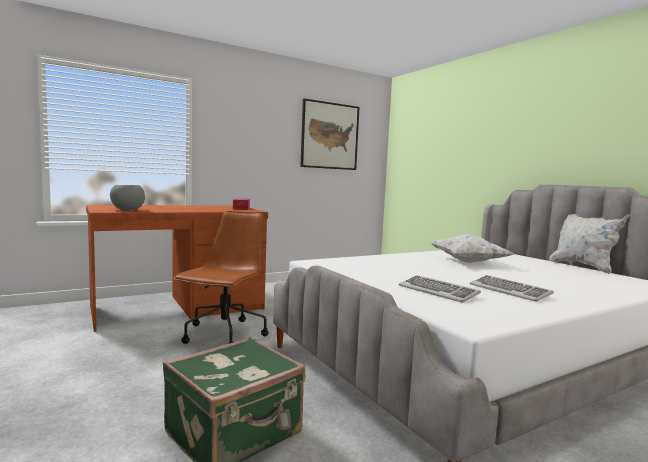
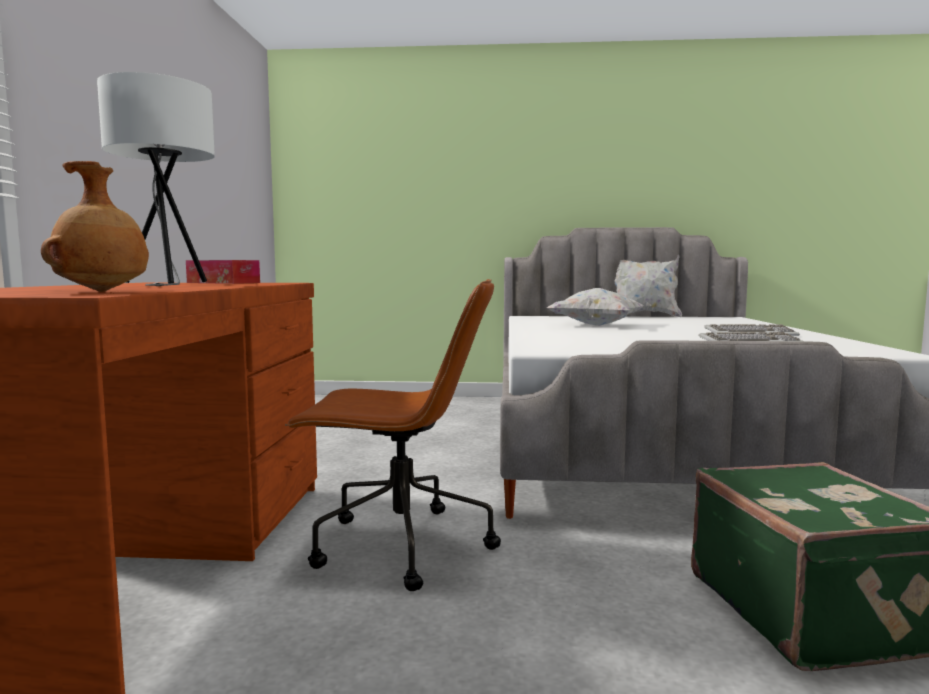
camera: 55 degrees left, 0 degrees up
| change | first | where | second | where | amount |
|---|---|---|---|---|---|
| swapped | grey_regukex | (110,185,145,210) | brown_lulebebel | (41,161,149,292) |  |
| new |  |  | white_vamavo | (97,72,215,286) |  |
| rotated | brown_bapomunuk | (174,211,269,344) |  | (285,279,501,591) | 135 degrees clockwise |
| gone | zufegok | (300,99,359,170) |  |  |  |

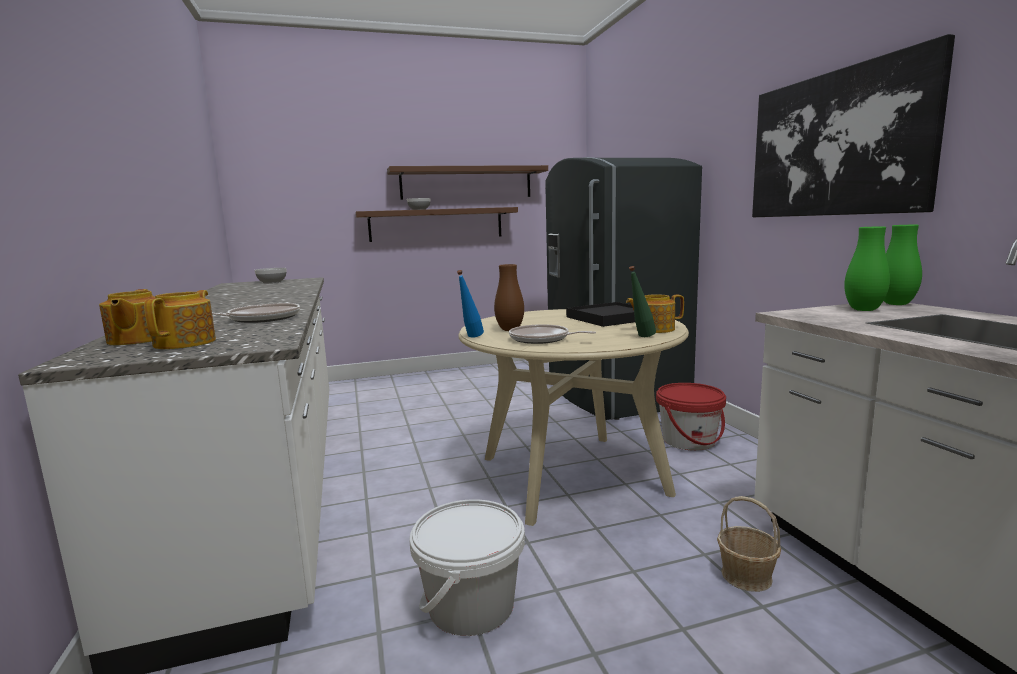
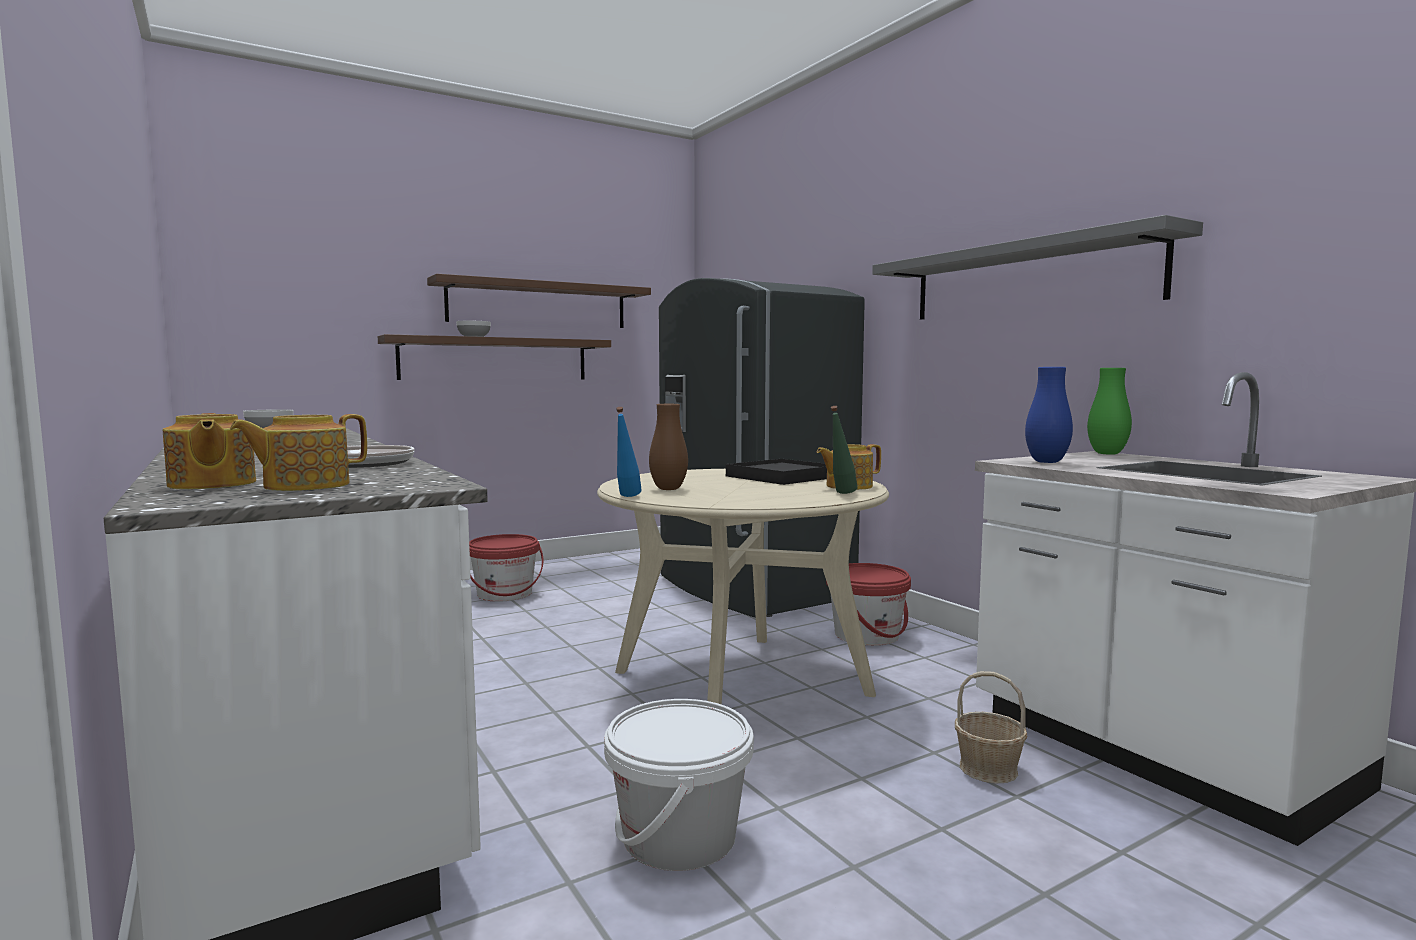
camera: 15 degrees left, 5 degrees down
| change | first | where | second | where | amount |
|---|---|---|---|---|---|
| rotated | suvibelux | (144,290,216,349) |  | (230,414,367,491) | 120 degrees counterclockwise |
| new |  |  | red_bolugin | (469,534,543,602) |  |
| swapped | zufegok | (752,34,955,217) | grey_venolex | (872,215,1203,320) |  |
| new |  |  | blue_lulebebel | (1025,367,1073,463) |  |
| gone | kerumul | (509,324,596,344) |  |  |  |
| gone | green_lulebebel | (844,226,890,311) |  |  |  |

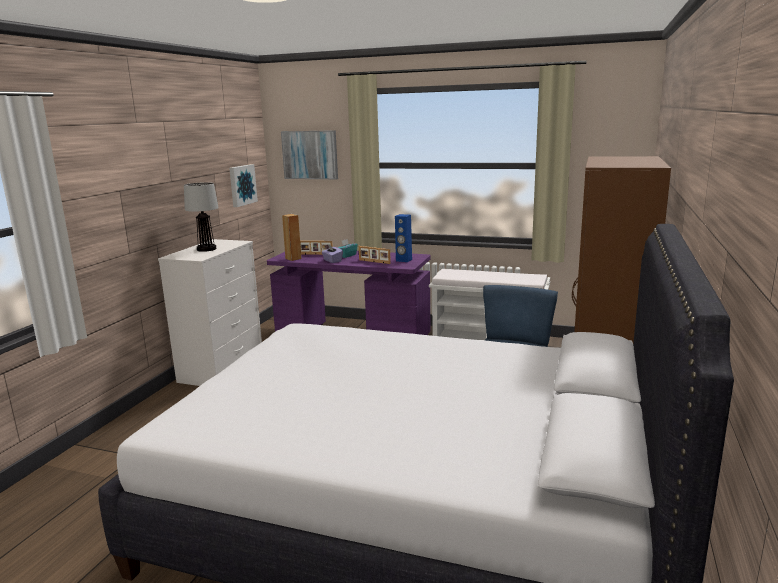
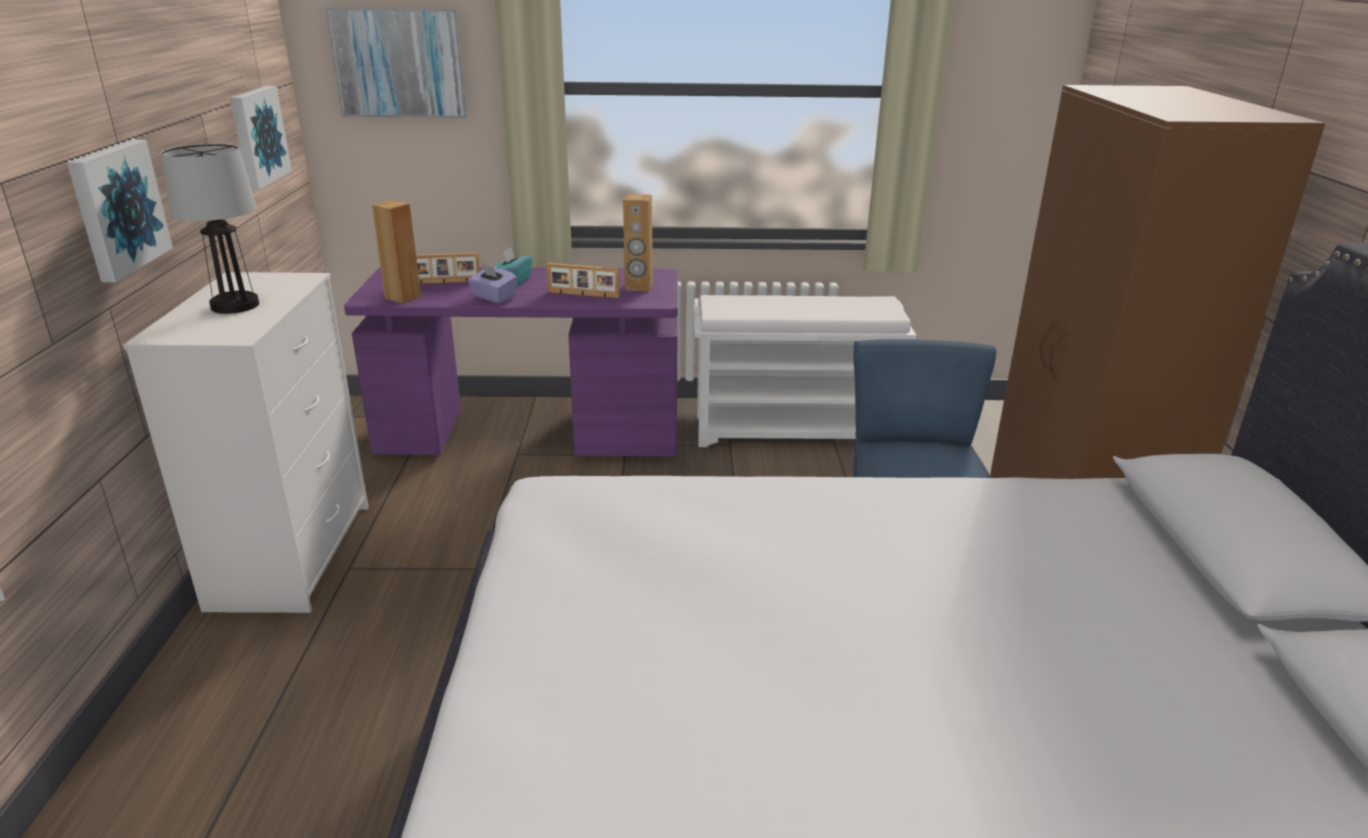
camera: 20 degrees left, 10 degrees up
| change | first | where | second | where | amount |
|---|---|---|---|---|---|
| new |  |  | zufegok | (67,140,173,282) |  |
| repainted | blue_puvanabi | (395,214,412,262) | brown_puvanabi | (623,194,653,291) |  |

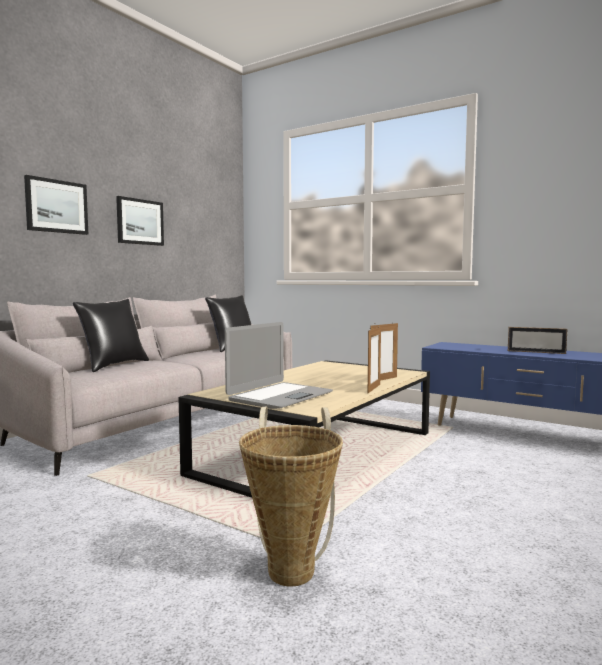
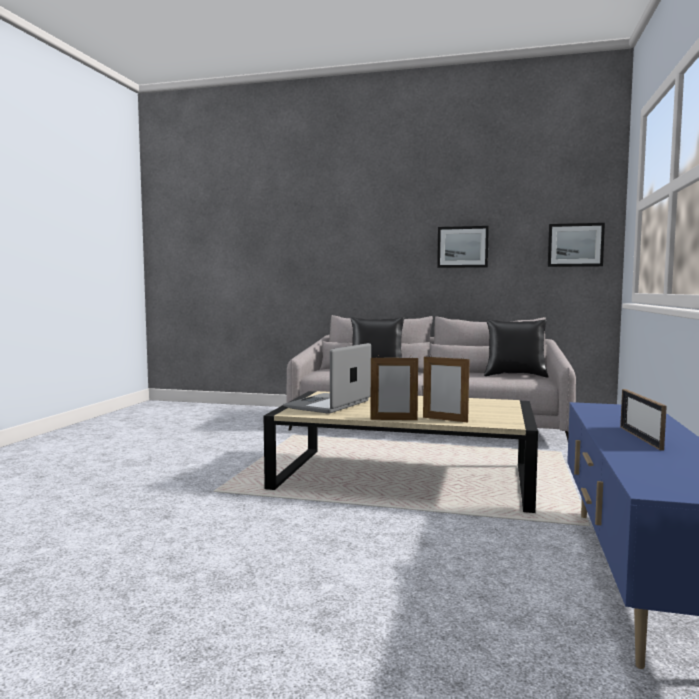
camera: 70 degrees right, 0 degrees up
| change | first | where | second | where | amount |
|---|---|---|---|---|---|
| rotated | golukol | (225,322,333,409) |  | (283,343,371,414) | 105 degrees clockwise |
| shifted | zufegok | (24,175,88,235) |  | (548,223,605,267) |  |
| gone | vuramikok | (239,407,343,586) |  |  |  |

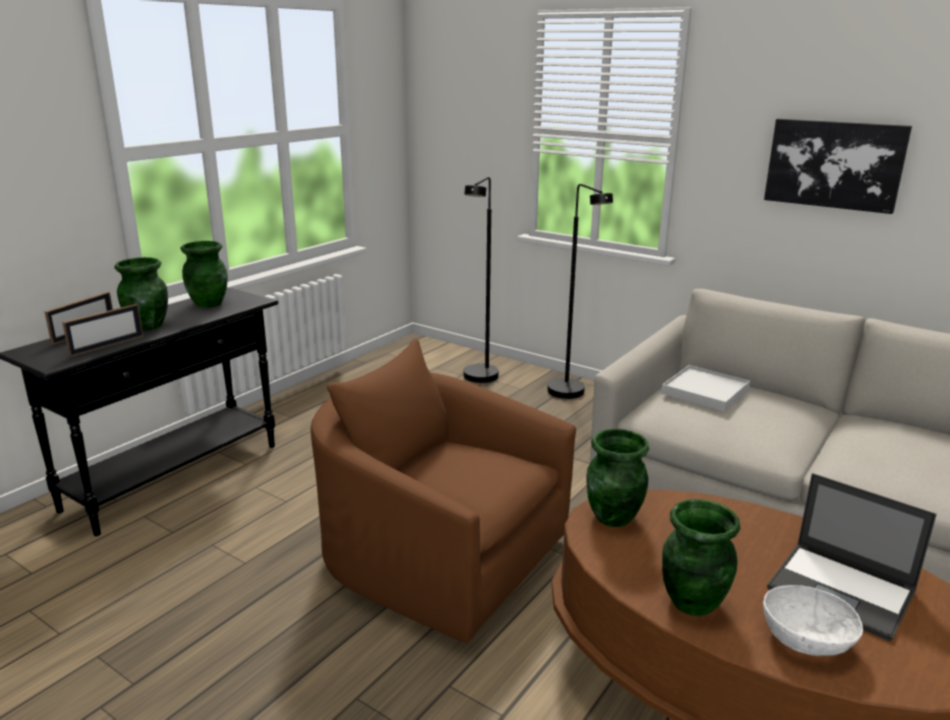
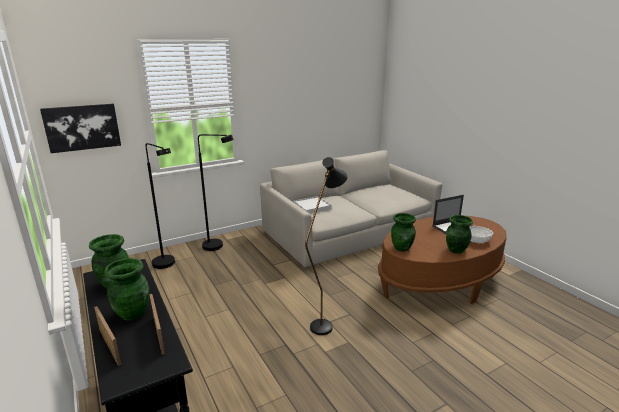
camera: 65 degrees left, 0 degrees up
| change | first | where | second | where | amount |
|---|---|---|---|---|---|
| shifted | zufegok | (764,119,912,214) |  | (40,104,121,153) |  |
| swapped | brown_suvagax | (311,339,576,643) | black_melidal | (305,157,348,335) |  |

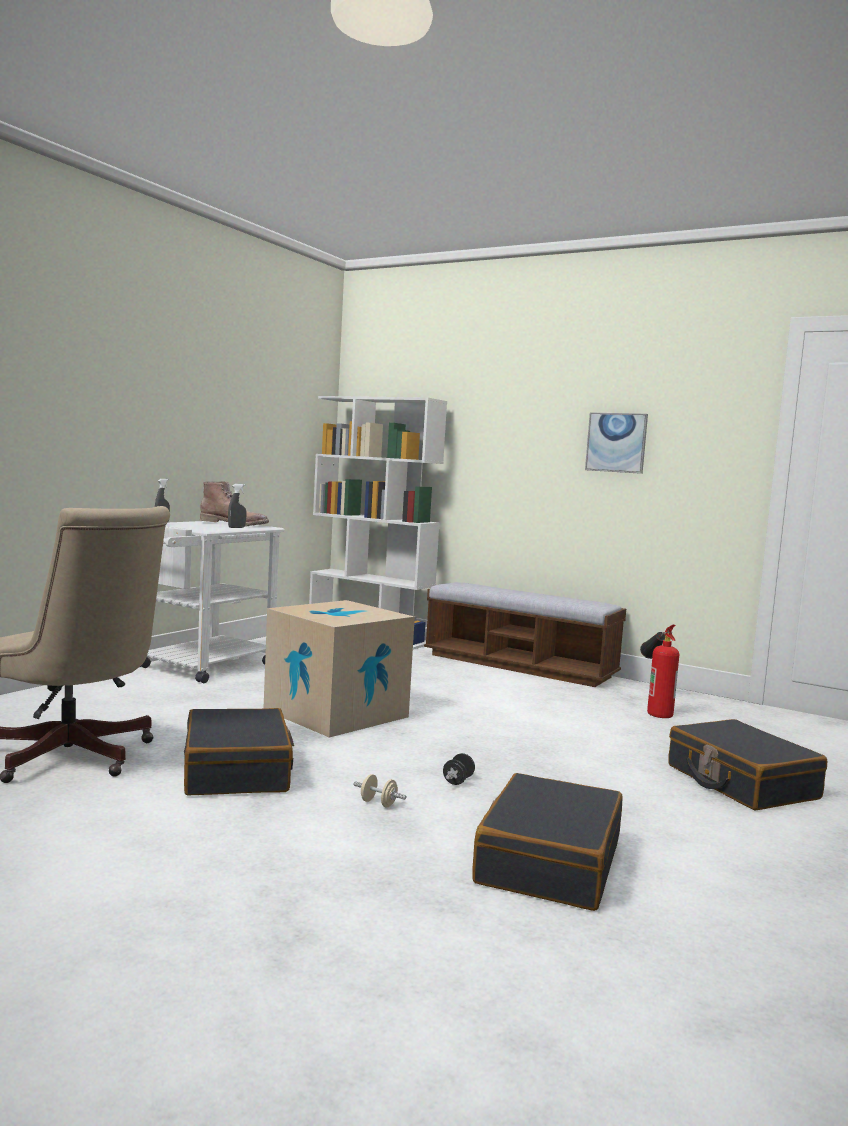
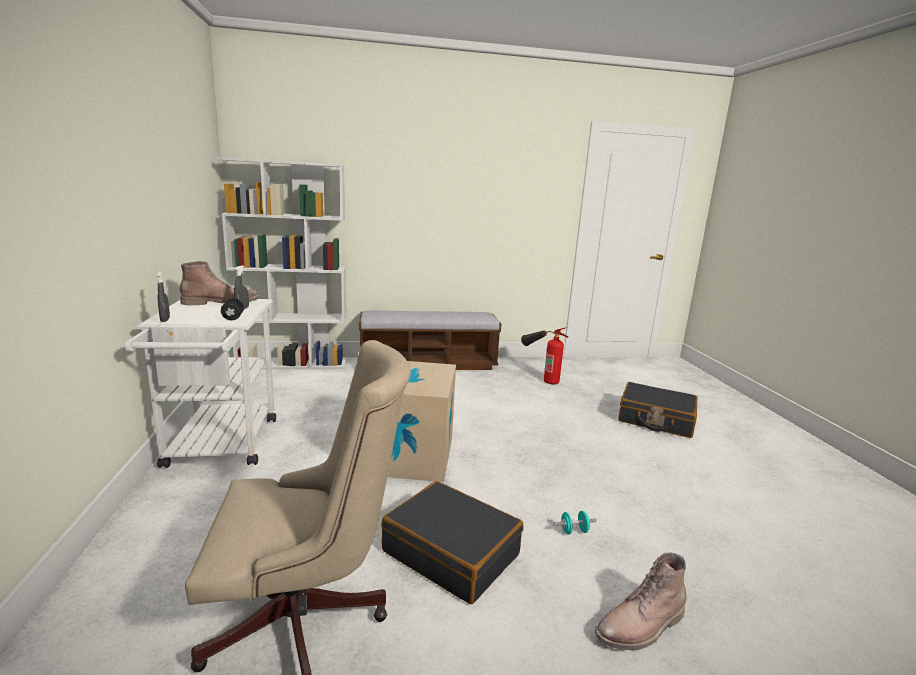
camera: 40 degrees left, 10 degrees up
| change | first | where | second | where | amount |
|---|---|---|---|---|---|
| shifted | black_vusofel | (443,753,475,785) |  | (221,298,244,320) |  |
| repainted | beige_vusofel | (353,774,406,807) | turquoise_vusofel | (553,511,597,535) |  |
| new |  |  | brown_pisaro | (595,553,687,650) |  |
| gone | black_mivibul | (472,773,622,911) |  |  |  |
| gone | zufegok | (585,412,648,474) |  |  |  |

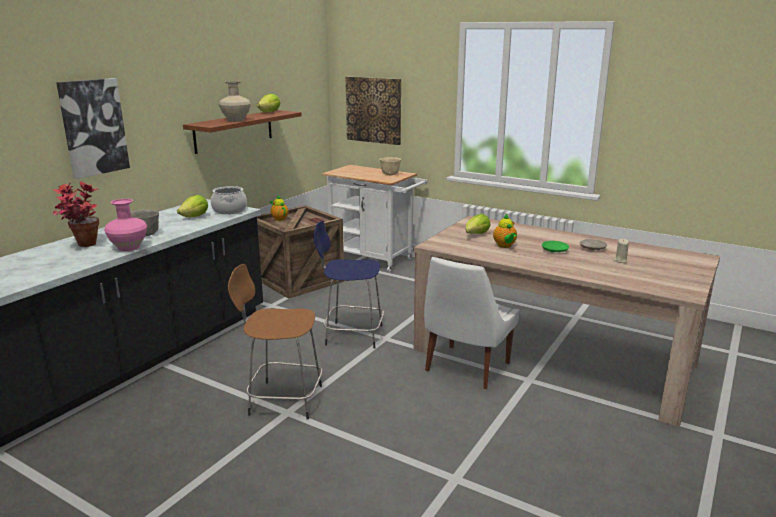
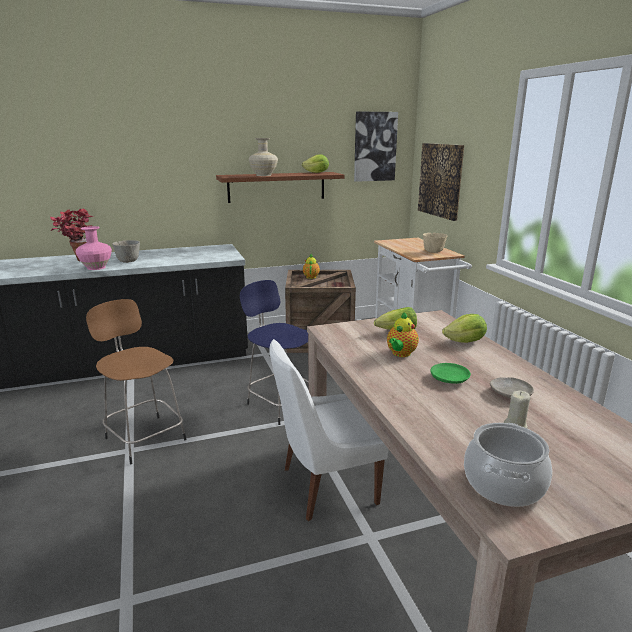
camera: 40 degrees right, 0 degrees up
| change | first | where | second | where | amount |
|---|---|---|---|---|---|
| shifted | zufegok | (56,78,130,179) |  | (354,112,398,182) |  |
| shifted | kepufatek | (177,195,208,217) |  | (442,314,487,343) |  |
| shifted | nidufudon | (211,186,247,214) |  | (464,423,552,507) |  |

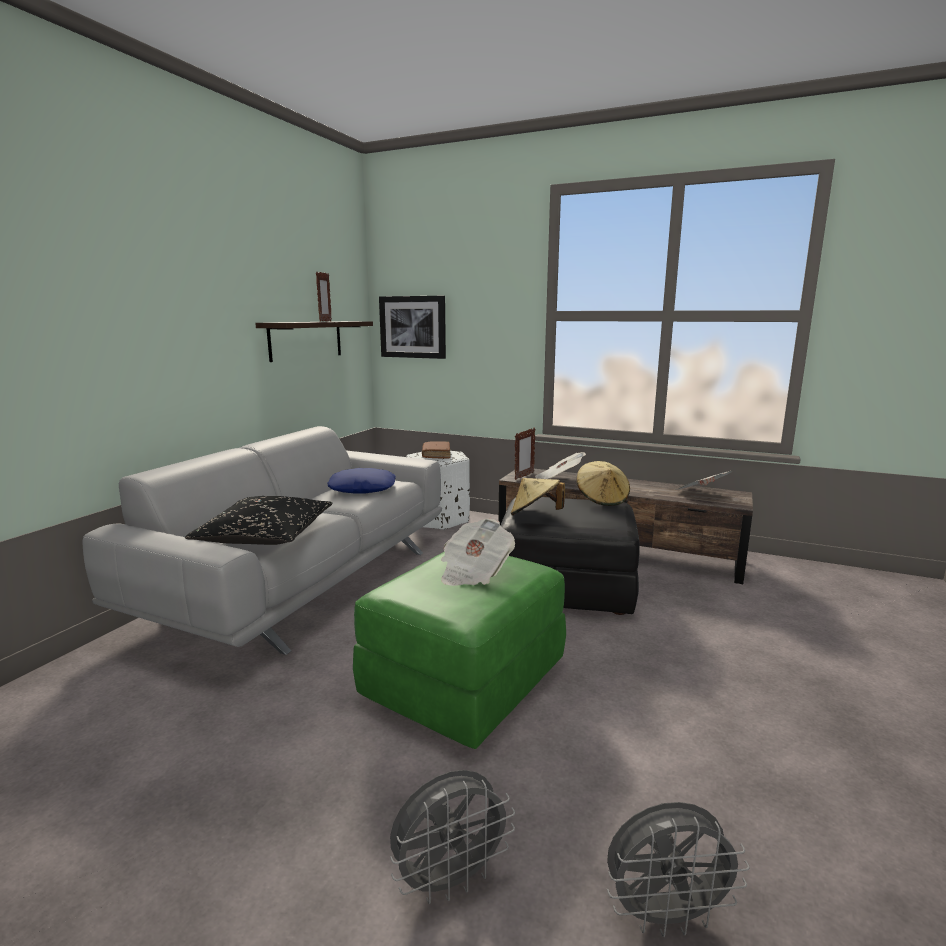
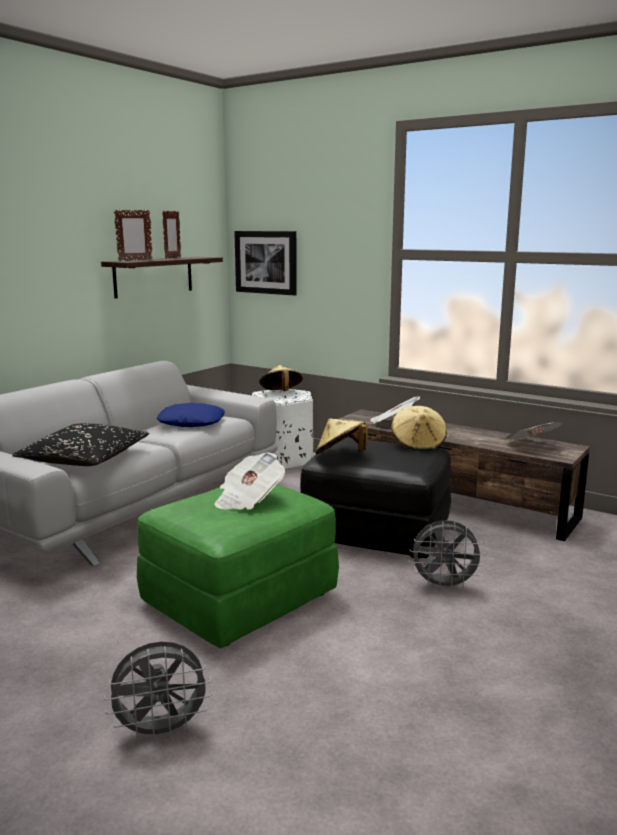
camera: 10 degrees right, 0 degrees up
| change | first | where | second | where | amount |
|---|---|---|---|---|---|
| shifted | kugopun | (515,428,536,480) |  | (114,210,152,261) |  |
| swapped | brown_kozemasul | (422,441,451,459) | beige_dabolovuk | (259,365,303,391) |  |
| shifted | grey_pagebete | (607,802,750,937) |  | (409,520,485,591) |  |

